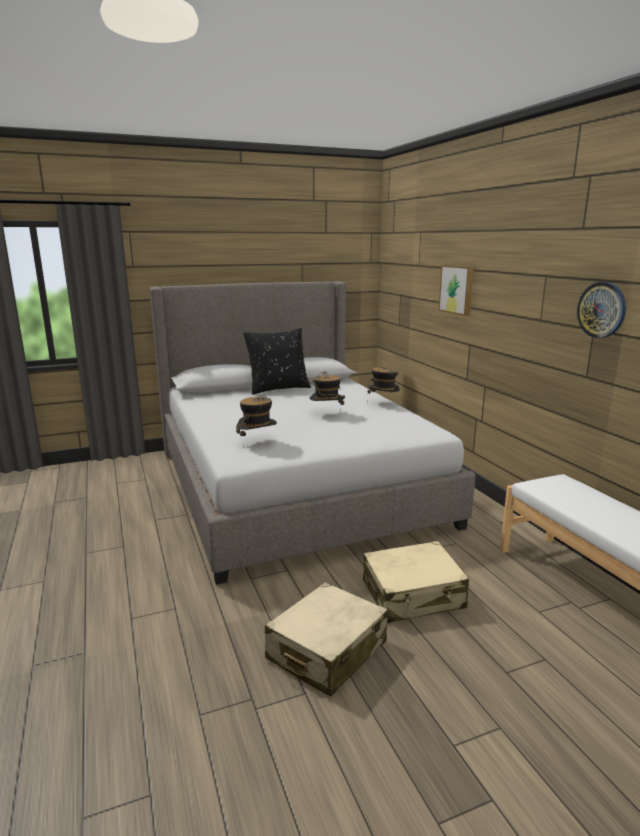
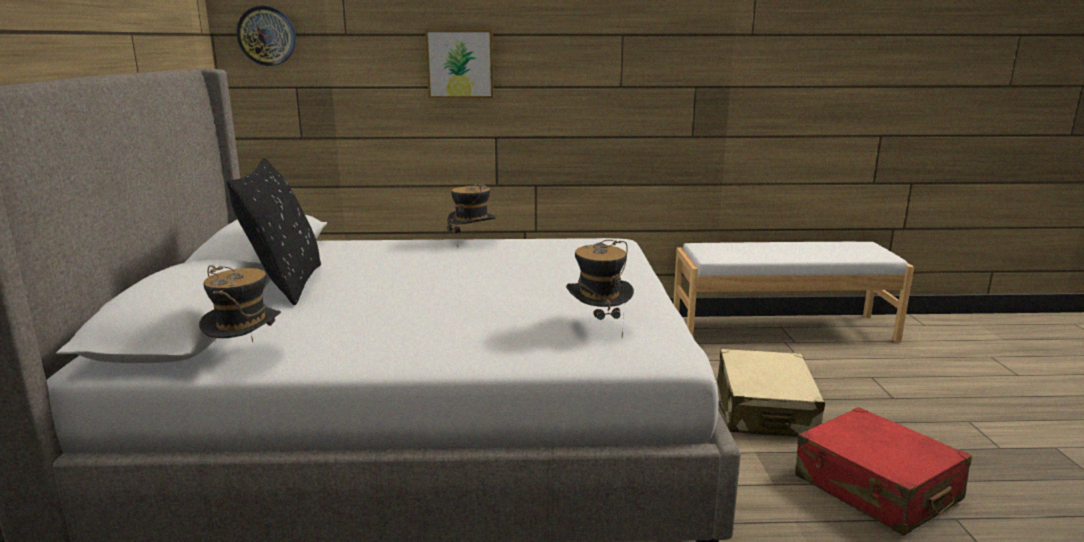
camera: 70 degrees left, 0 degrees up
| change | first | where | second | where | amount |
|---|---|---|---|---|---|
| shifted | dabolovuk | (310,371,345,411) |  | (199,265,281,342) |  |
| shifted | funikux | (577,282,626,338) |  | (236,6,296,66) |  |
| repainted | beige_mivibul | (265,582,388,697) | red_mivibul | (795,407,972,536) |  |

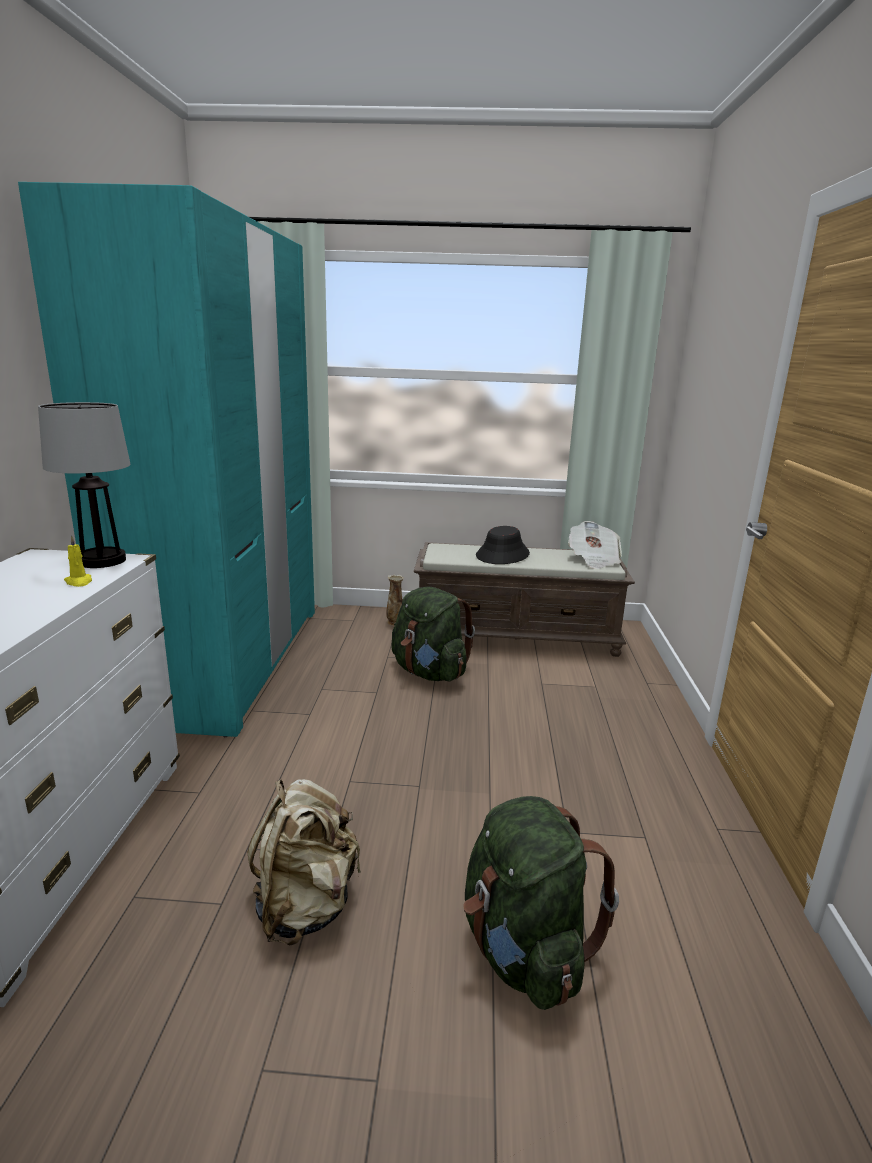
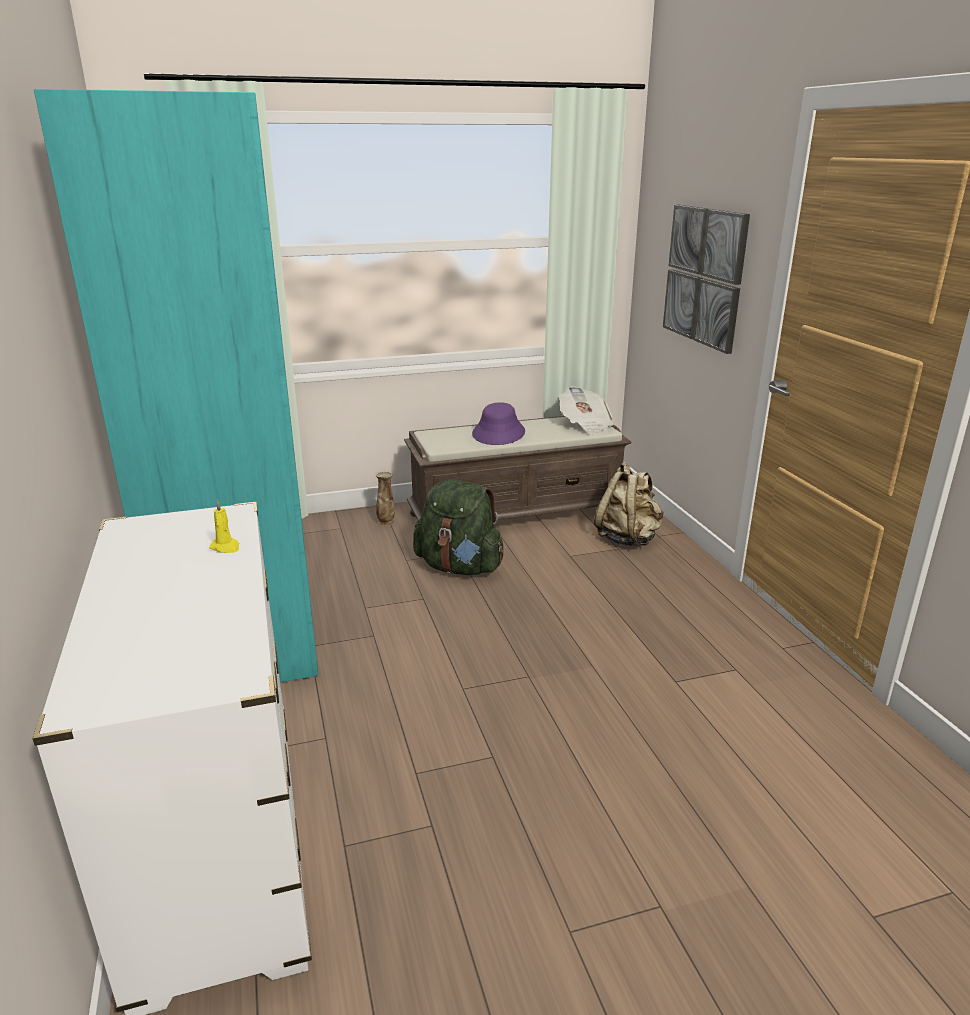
camera: 20 degrees left, 5 degrees up
| change | first | where | second | where | amount |
|---|---|---|---|---|---|
| repainted | black_dabolovuk | (476,526,530,564) | purple_dabolovuk | (472,402,525,445) |  |
| shifted | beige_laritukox | (247,779,361,946) |  | (594,462,663,546) |  |
| new |  |  | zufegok | (663,205,750,354) |  |
| gone | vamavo | (38,402,131,568) |  |  |  |
| gone | green_laritukox | (463,796,619,1010) |  |  |  |

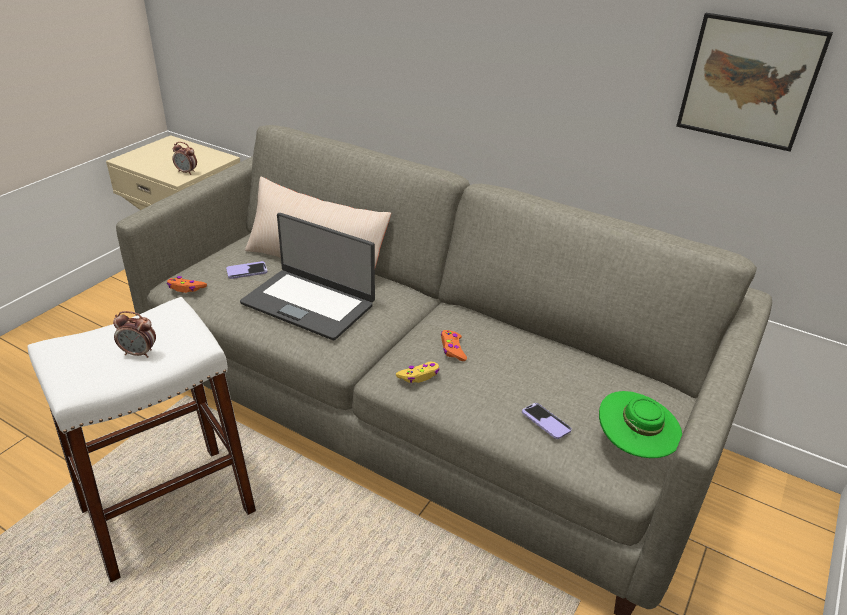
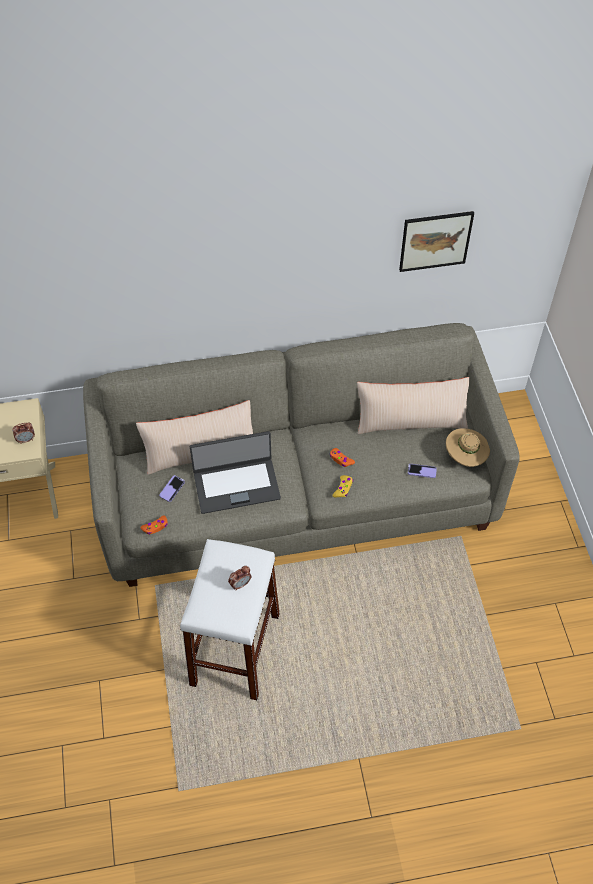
camera: 40 degrees left, 20 degrees up
| change | first | where | second | where | amount |
|---|---|---|---|---|---|
| new |  |  | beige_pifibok | (357,377,470,434) |  |
| repainted | green_dabolovuk | (599,391,682,458) | beige_dabolovuk | (446,428,490,467) |  |

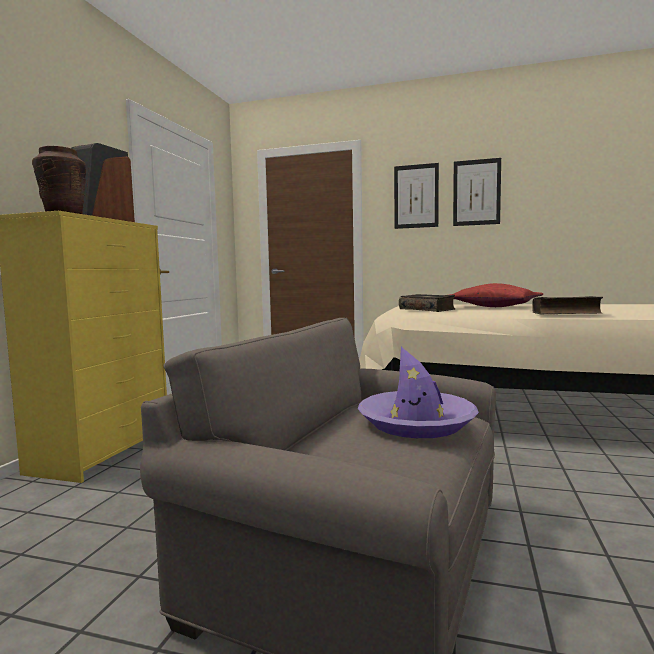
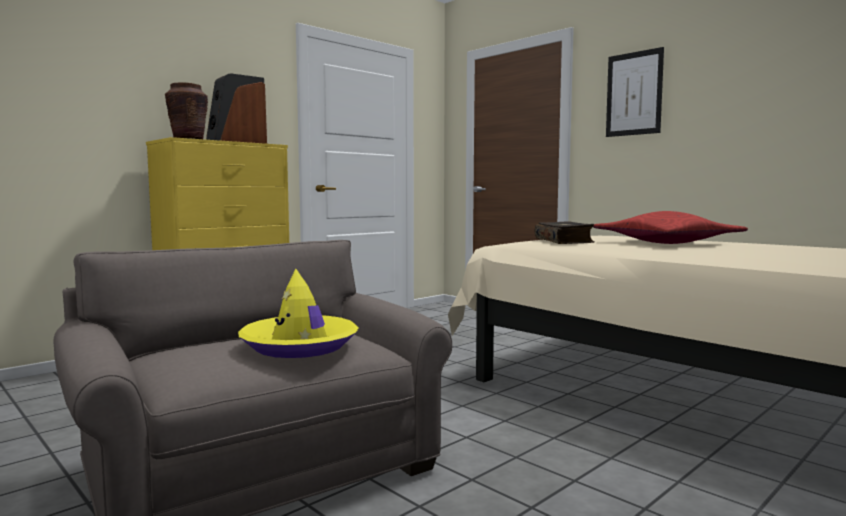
camera: 30 degrees right, 0 degrees up
| change | first | where | second | where | amount |
|---|---|---|---|---|---|
| repainted | purple_dabolovuk | (357,347,479,438) | yellow_dabolovuk | (238,269,359,358) |  |
| gone | zufegok | (453,158,501,226) |  |  |  |
| gone | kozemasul | (532,296,603,314) |  |  |  |

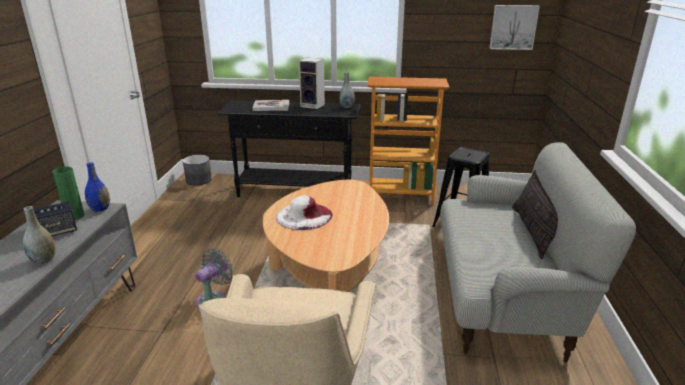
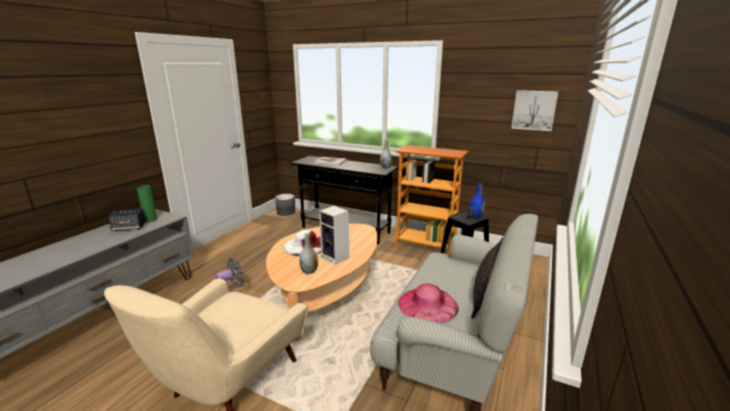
camera: 20 degrees right, 5 degrees down
| change | first | where | second | where | amount |
|---|---|---|---|---|---|
| shifted | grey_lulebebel | (23,206,56,264) |  | (300,233,318,274) |  |
| shifted | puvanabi | (299,58,325,109) |  | (319,206,349,265) |  |
| new |  |  | pink_dabolovuk | (398,284,459,324) |  |
| shifted | blue_lulebebel | (85,162,110,212) |  | (469,184,485,218) |  |

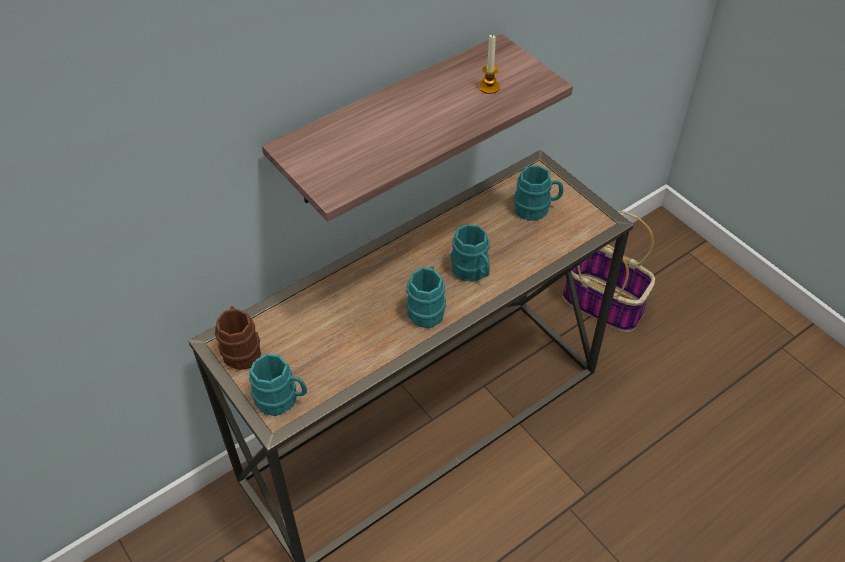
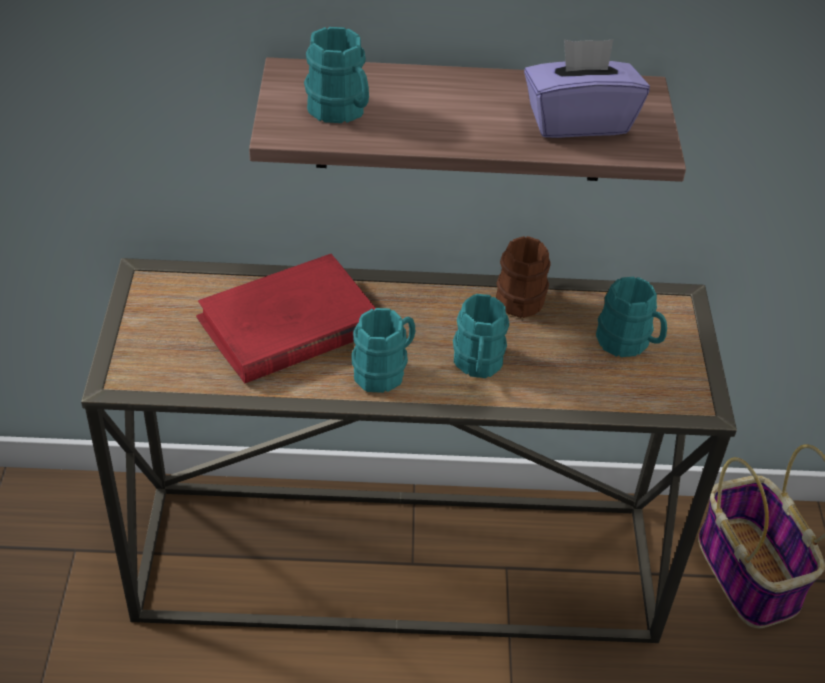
camera: 35 degrees right, 5 degrees down
| change | first | where | second | where | amount |
|---|---|---|---|---|---|
| new |  |  | red_kozemasul | (196,254,376,384) |  |
| shifted | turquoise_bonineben | (249,354,307,416) |  | (304,27,369,123) |  |
| shifted | brown_bonineben | (215,306,261,370) |  | (496,236,551,318) |  |
| swapped | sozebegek | (479,34,500,94) | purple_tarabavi | (524,39,650,138) |  |

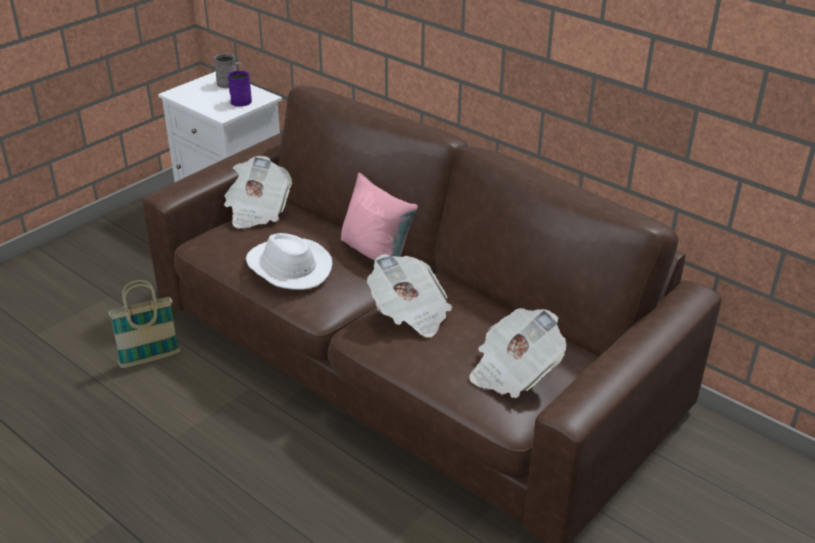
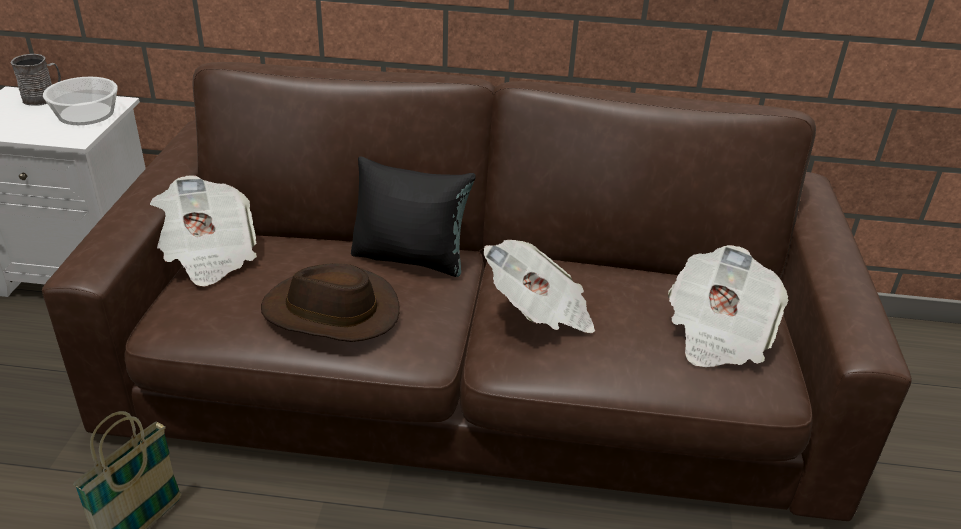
camera: 35 degrees left, 0 degrees up
| change | first | where | second | where | amount |
|---|---|---|---|---|---|
| swapped | purple_bonineben | (228,71,252,107) | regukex | (43,77,118,125) |  |
| repainted | white_dabolovuk | (246,233,333,290) | brown_dabolovuk | (261,263,400,342) |  |
| repainted | pink_pifibok | (341,173,418,261) | black_pifibok | (351,156,476,277) |  |

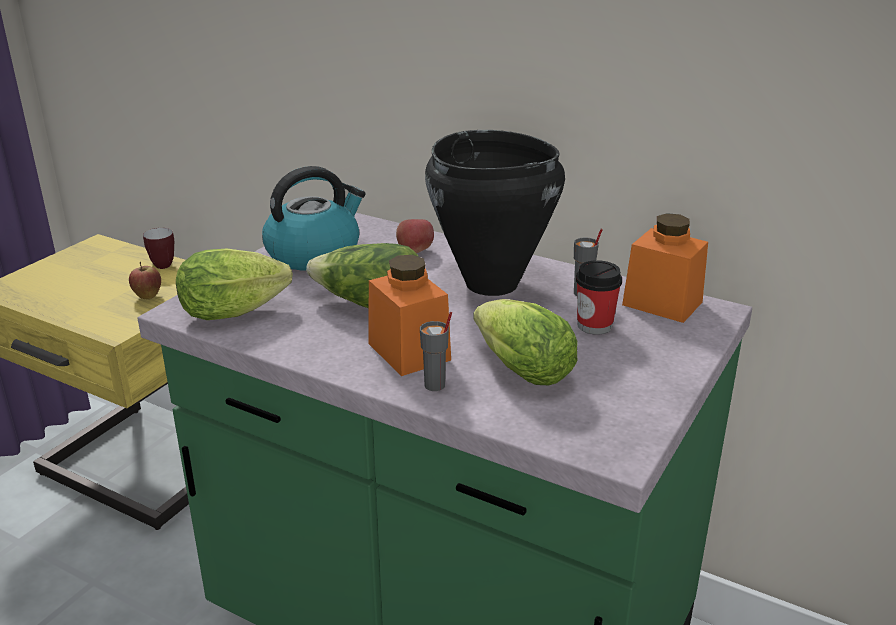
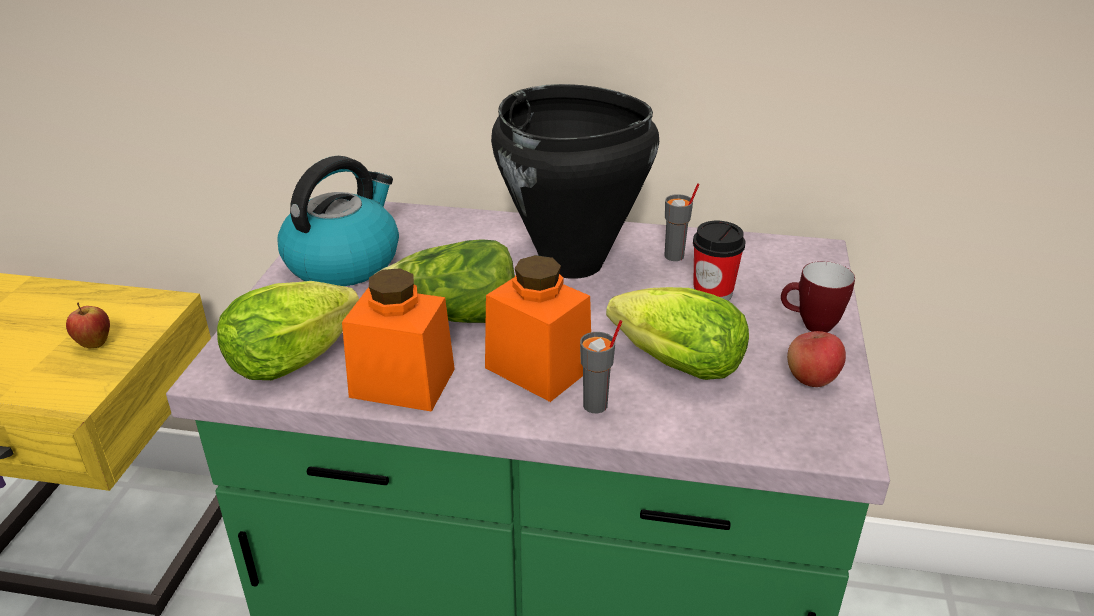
camera: 20 degrees left, 5 degrees up
| change | first | where | second | where | amount |
|---|---|---|---|---|---|
| shifted | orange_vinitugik | (622,213,708,323) |  | (342,268,455,412) |  |
| shifted | bonineben | (143,228,174,269) |  | (781,261,855,332) |  |
| shifted | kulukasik | (396,219,434,253) |  | (787,331,846,387) |  |

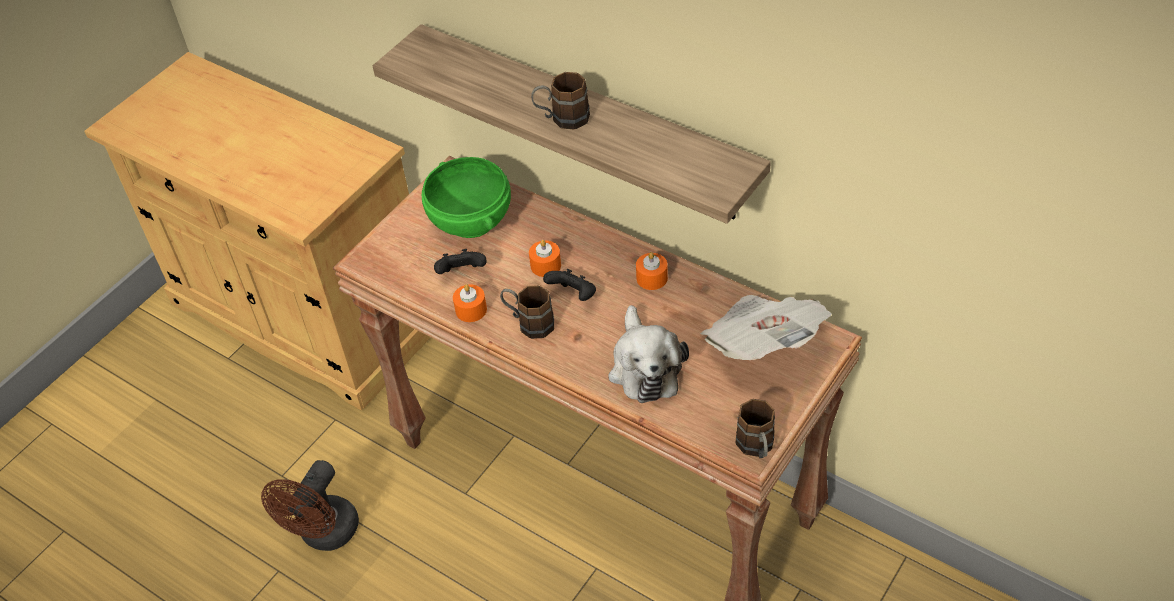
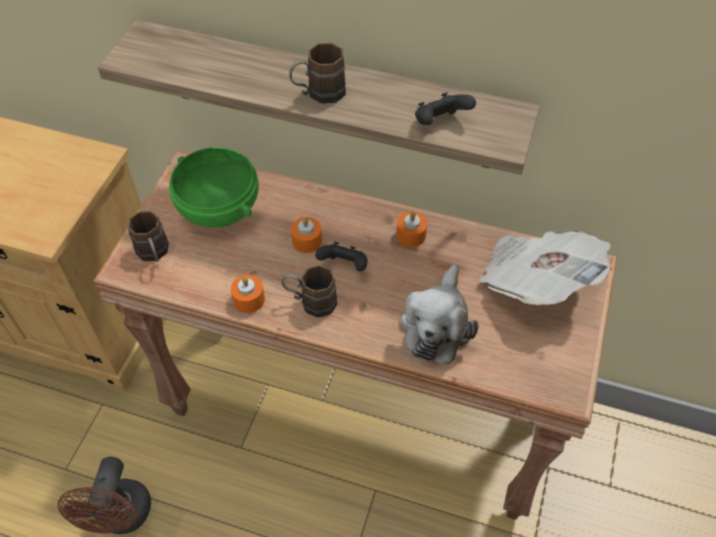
camera: 20 degrees left, 5 degrees up
| change | first | where | second | where | amount |
|---|---|---|---|---|---|
| shifted | brown_bonineben | (736,399,775,458) |  | (128,211,169,262) |  |
| rotated | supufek | (608,305,689,403) |  | (400,264,479,365) | 45 degrees clockwise |
| shifted | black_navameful | (434,249,487,274) |  | (415,92,476,125) |  |

